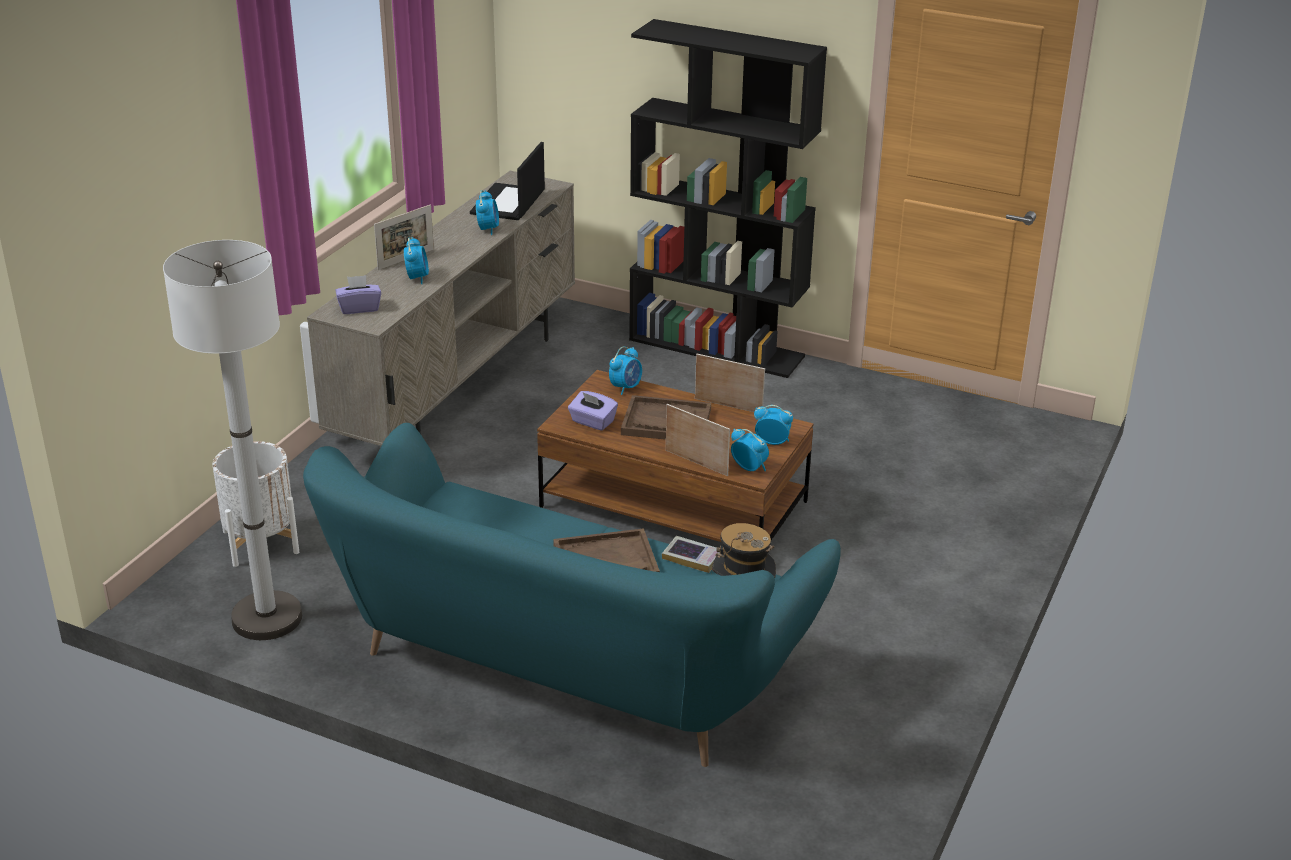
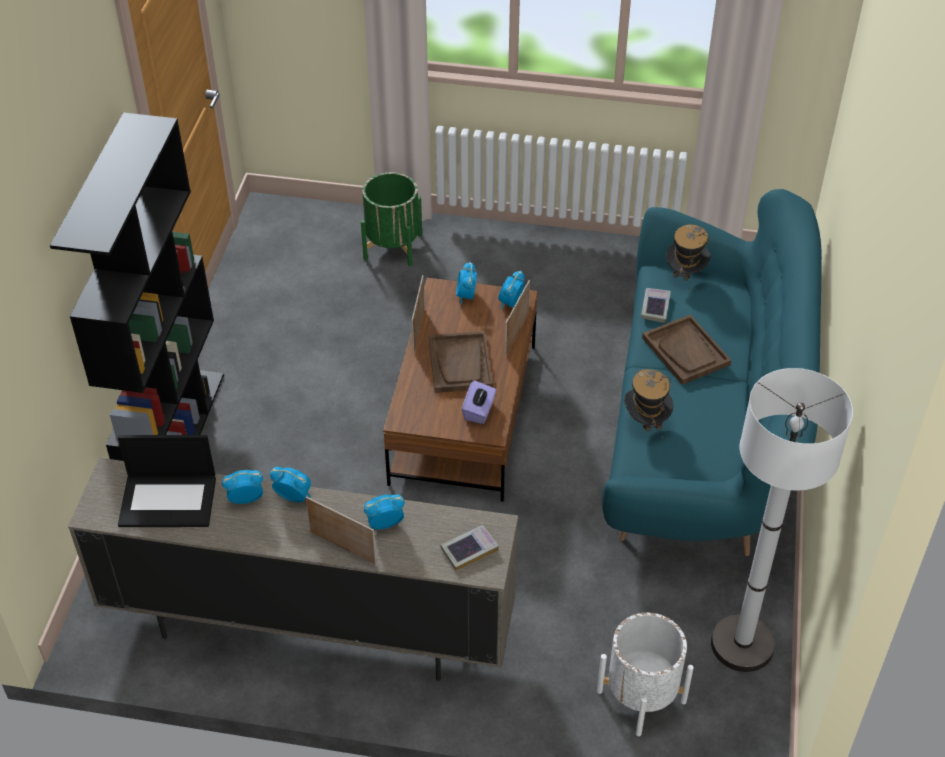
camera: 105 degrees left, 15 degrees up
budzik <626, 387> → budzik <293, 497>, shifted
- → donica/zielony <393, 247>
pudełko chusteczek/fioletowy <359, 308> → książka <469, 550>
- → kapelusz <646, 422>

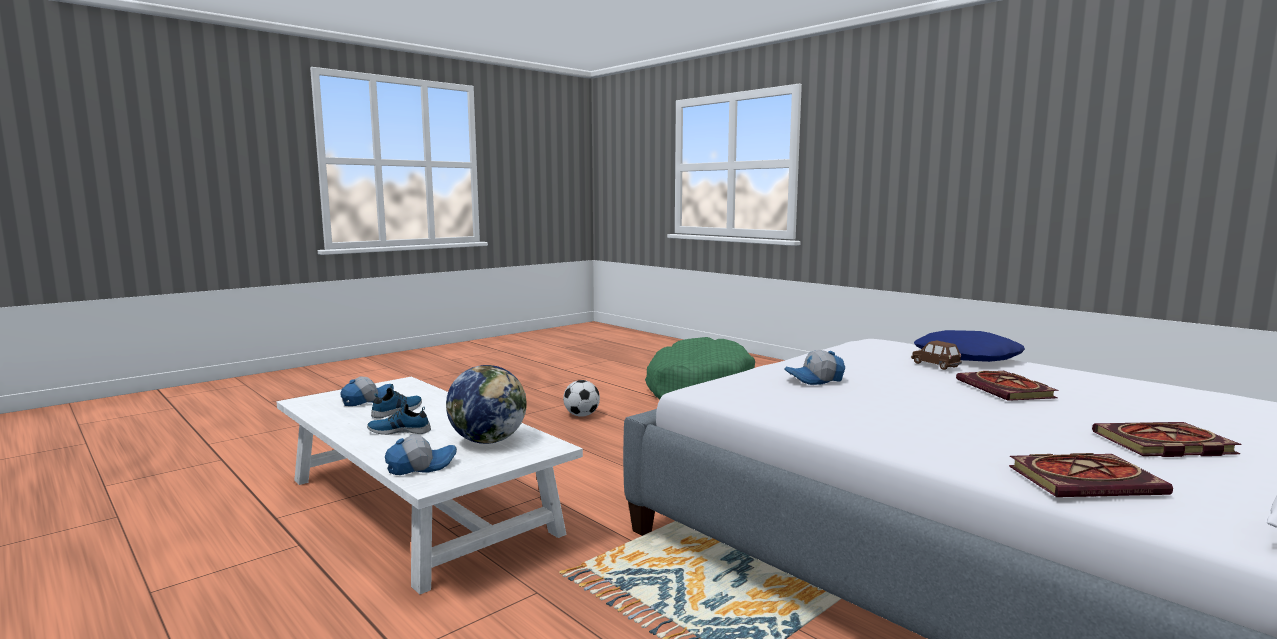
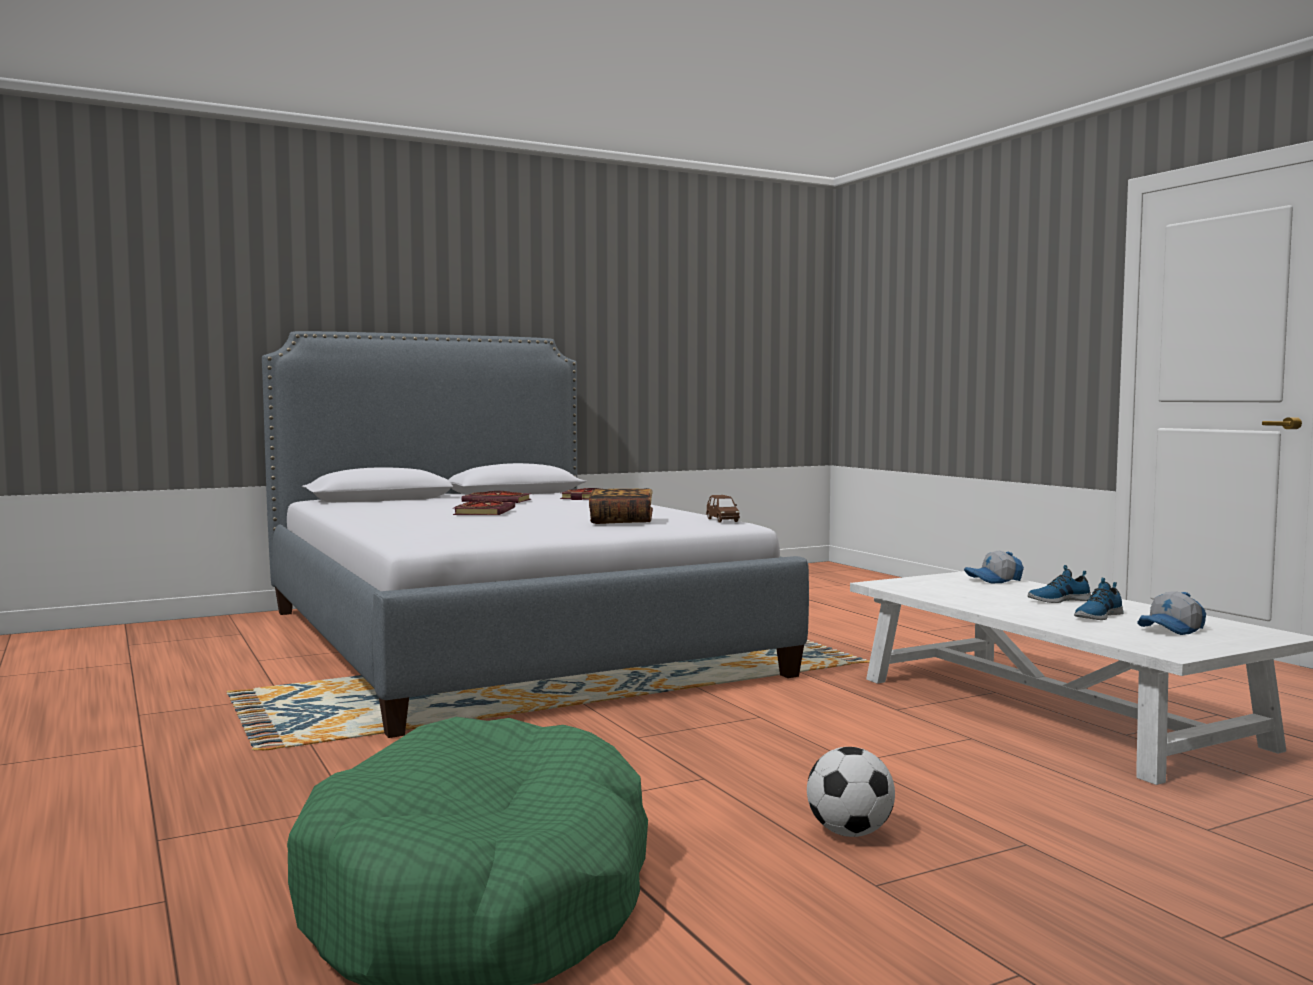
camera: 165 degrees left, 5 degrees down
czapka z daszkiem <815, 380> → książka <621, 521>
samochodzik/brązowy <935, 365> → samochodzik/brązowy <722, 520>, shifted
but <399, 431> → but <1058, 600>, 150 degrees clockwise
globus <488, 441> → -
poduszka/niebieski <966, 357> → -

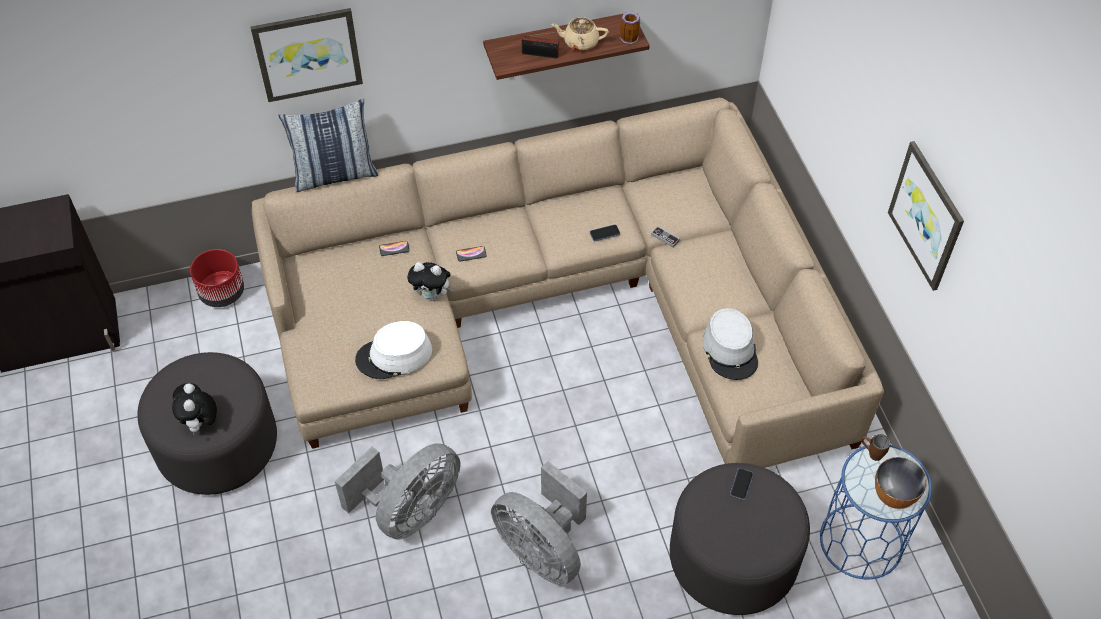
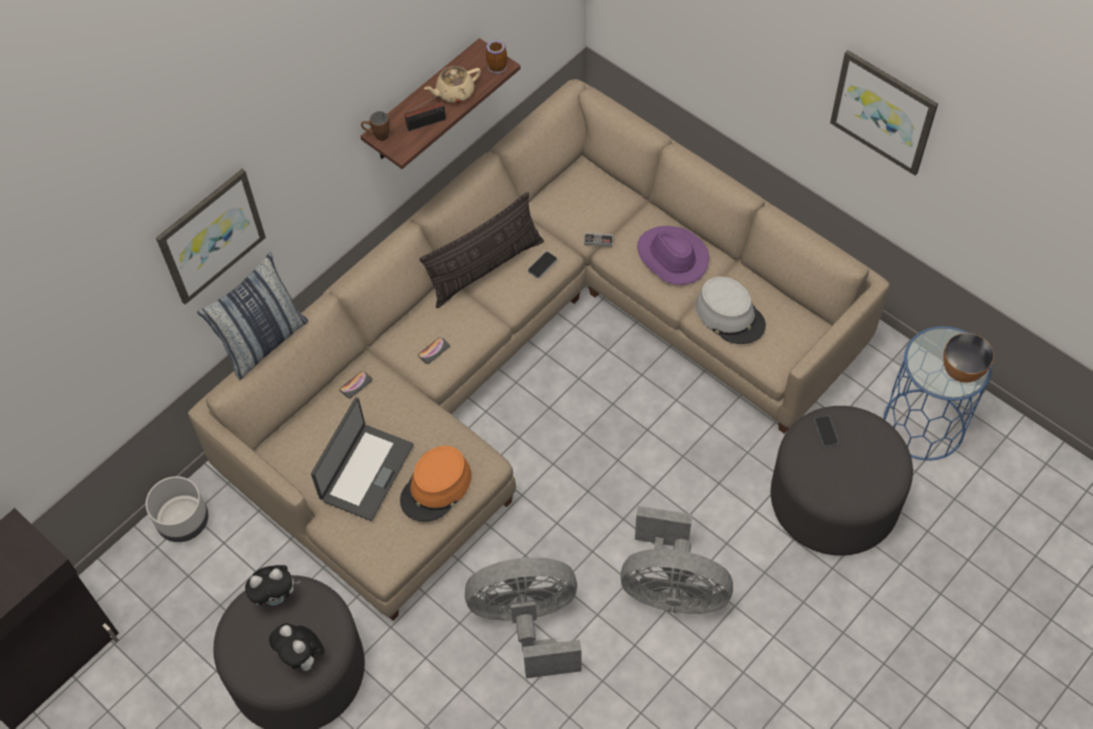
camera: 30 degrees left, 5 degrees up
donica/czerwony <222, 292> → donica/szary <183, 521>
pluszak <432, 295> → pluszak <276, 597>, shifted
- → laptop <365, 472>
kubek/brązowy <871, 453> → kubek/brązowy <377, 136>, shifted
kapelusz/biały <394, 356> → kapelusz/pomarańczowy <436, 488>
- → poduszka <485, 268>
wentylator/szary <410, 511> → wentylator/szary <528, 624>, 105 degrees counterclockwise
- → kapelusz/fioletowy <671, 257>

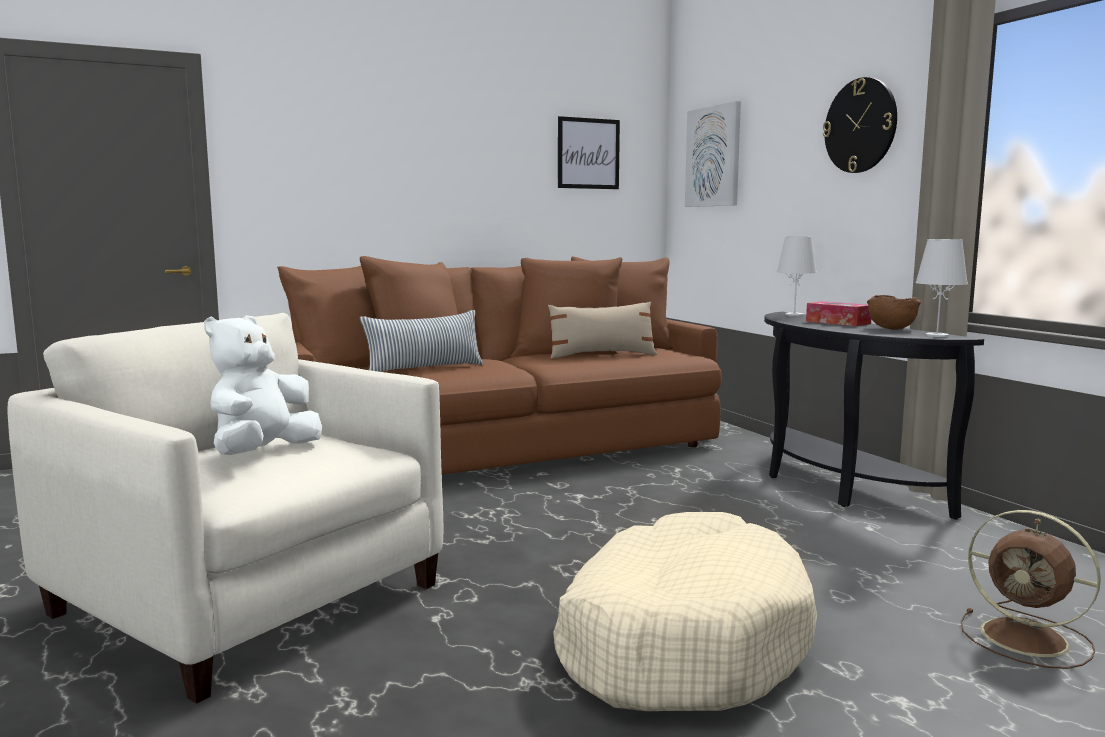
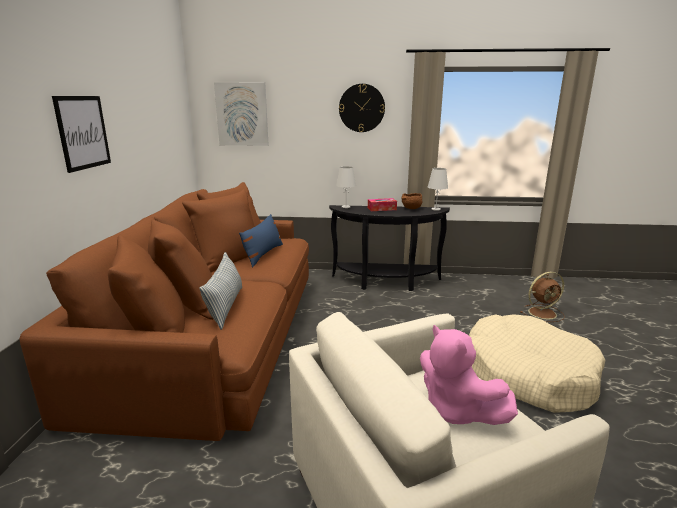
camera: 60 degrees left, 10 degrees up
obraz <588, 153> → obraz <83, 132>, shifted
poduszka/beżowy <601, 355> → poduszka/niebieski <263, 254>
pluszak/biały <263, 454> → pluszak/różowy <456, 411>

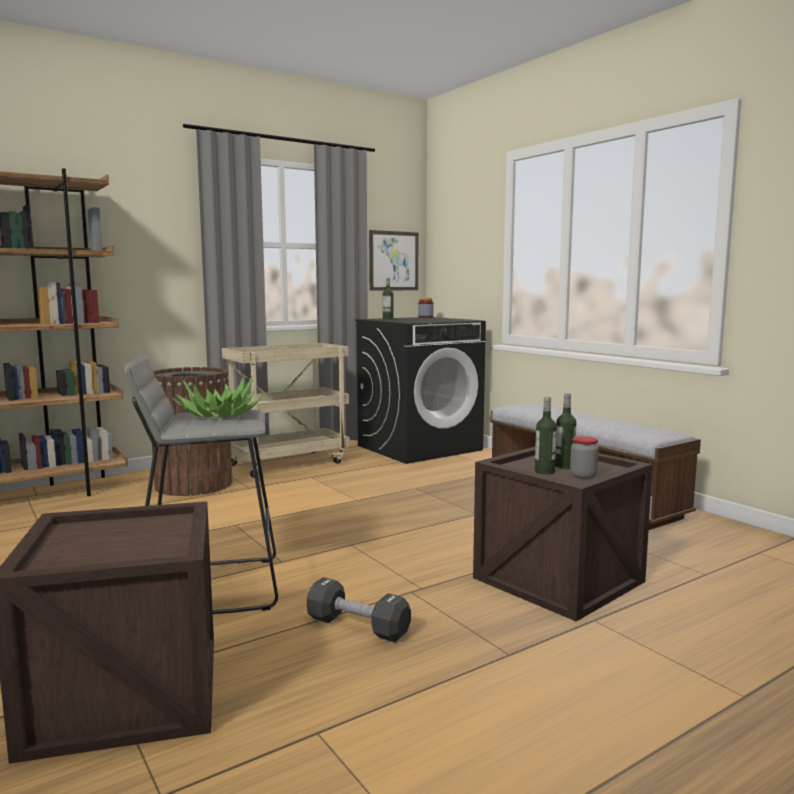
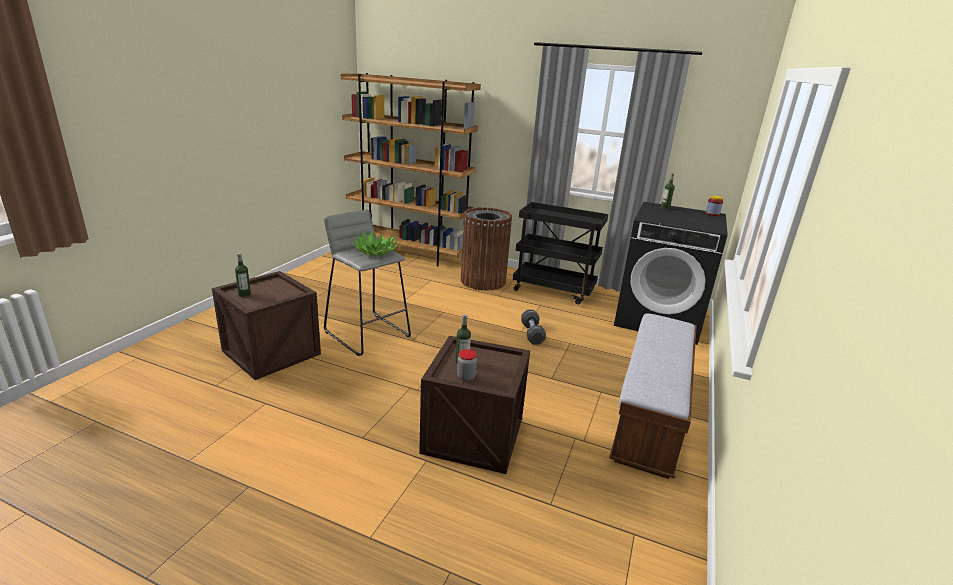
camera: 55 degrees right, 15 degrees up
butelka <564, 466> → butelka <244, 294>, shifted
wózek/beżowy <289, 463> → wózek/czarny <554, 290>
hantel/czarny <358, 627> → hantel/czarny <532, 334>, shifted
obraz <393, 261> → -

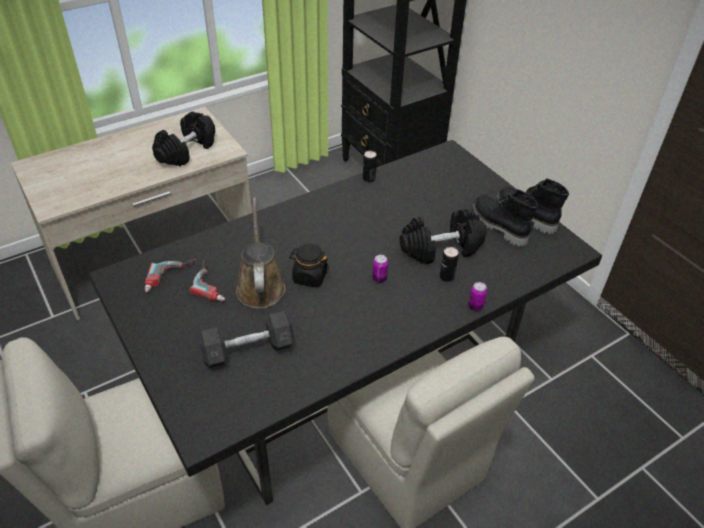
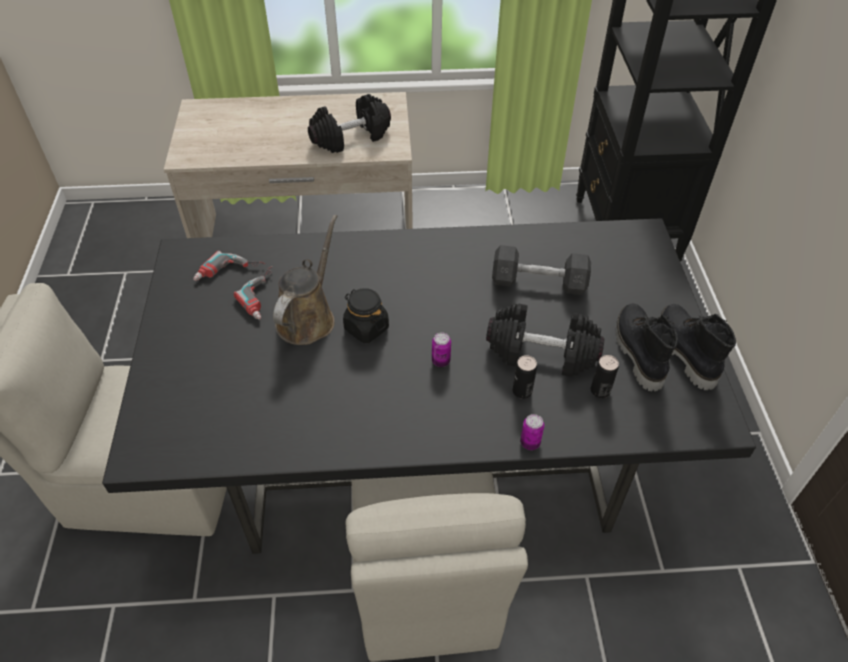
camera: 30 degrees right, 5 degrees up
hantel/szary <248, 350> → hantel/szary <538, 282>, shifted
puszka <369, 178> → puszka <600, 391>, shifted

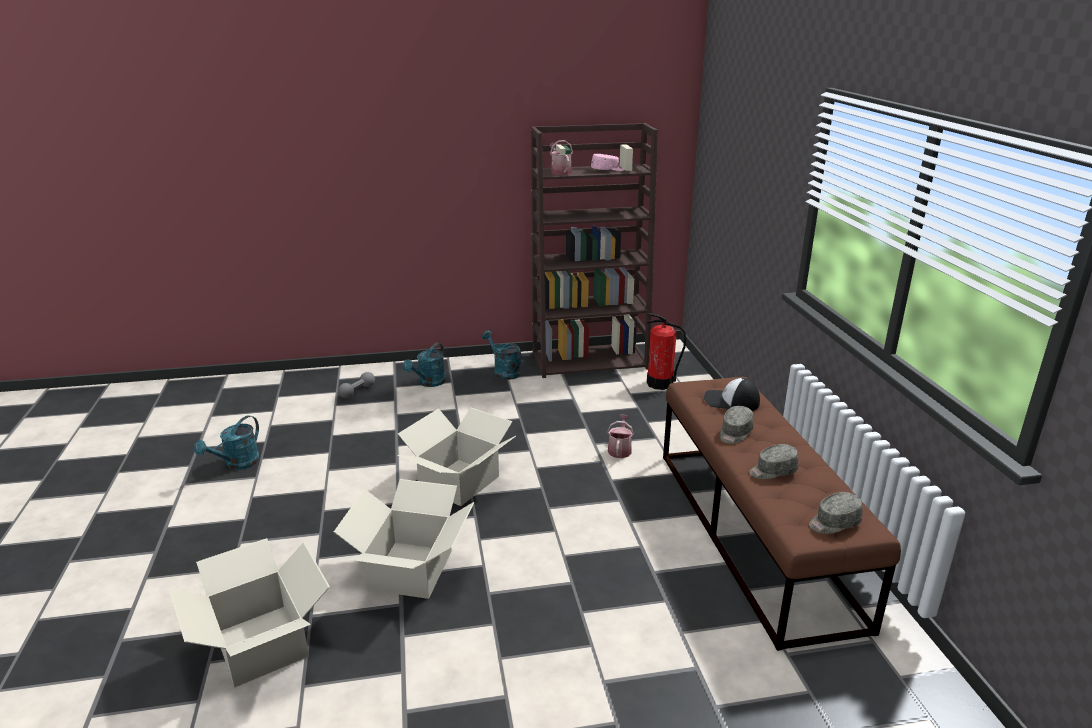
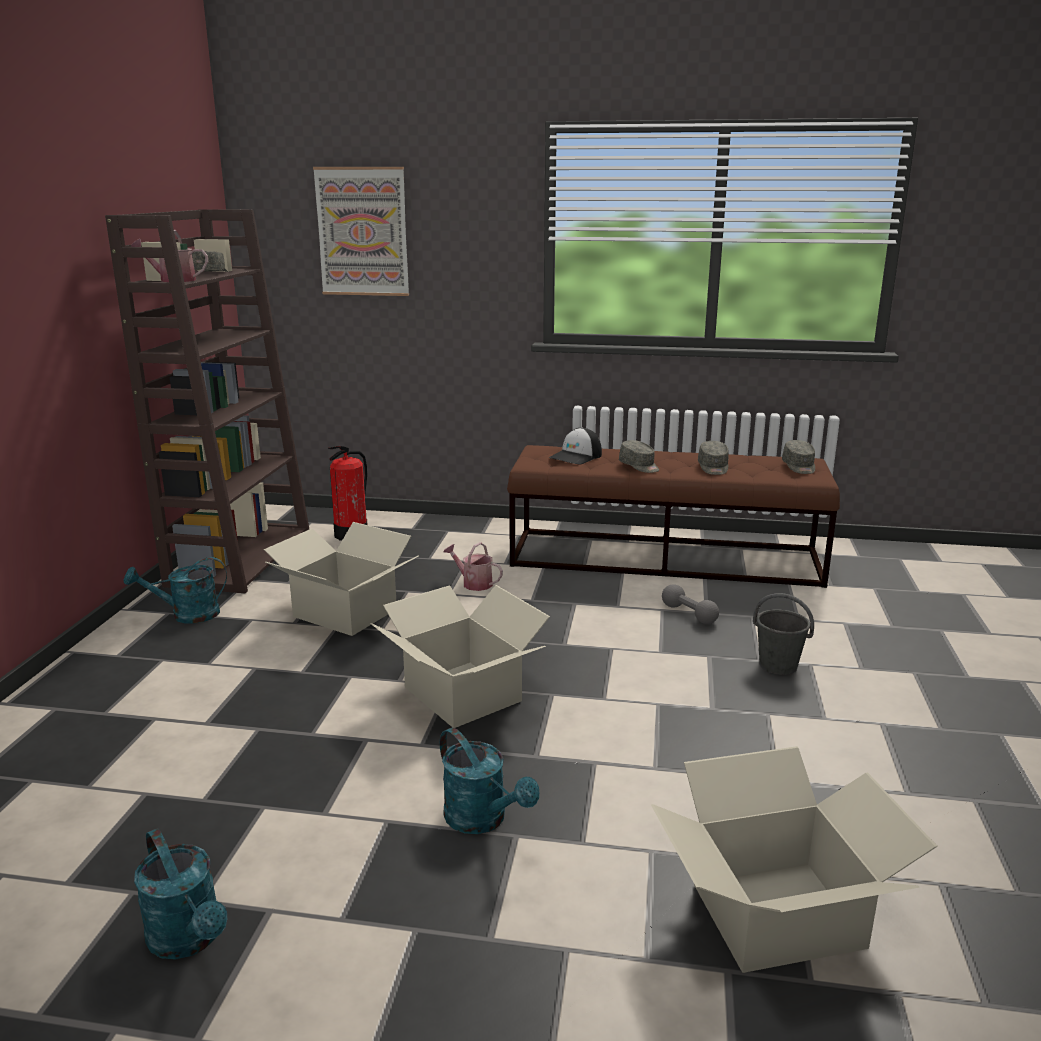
camera: 70 degrees left, 5 degrees down
czapka z daszkiem/różowy <607, 170> → czapka z daszkiem/szary <211, 273>
karton <411, 569> → karton <345, 612>, shifted
- → obraz <362, 232>
konewka/turkusowy <429, 383> → konewka/turkusowy <483, 820>, shifted
hantel/szary <357, 391> → hantel/szary <689, 614>, shifted
- → wiadro/szary <778, 665>

